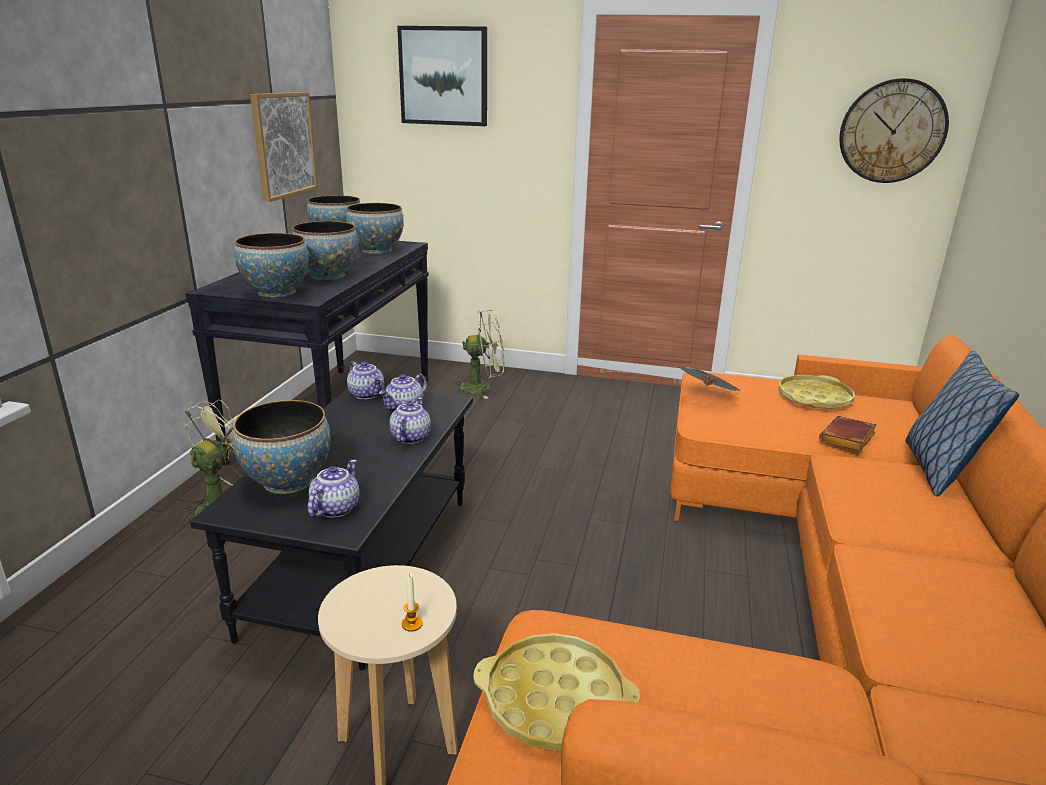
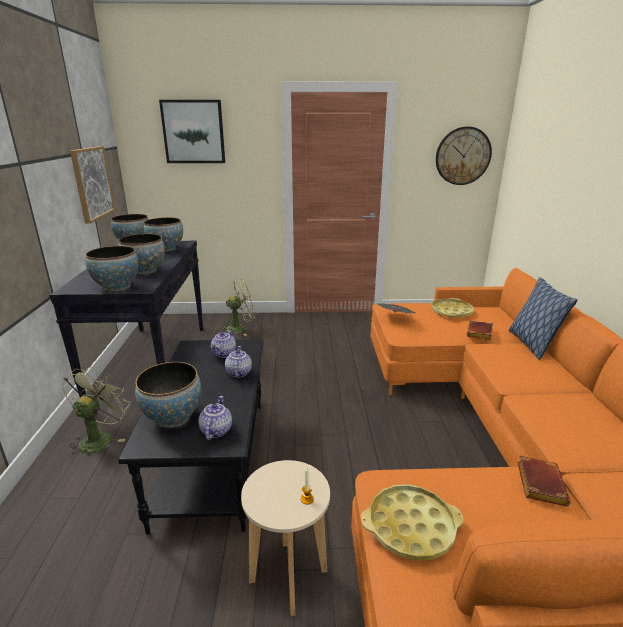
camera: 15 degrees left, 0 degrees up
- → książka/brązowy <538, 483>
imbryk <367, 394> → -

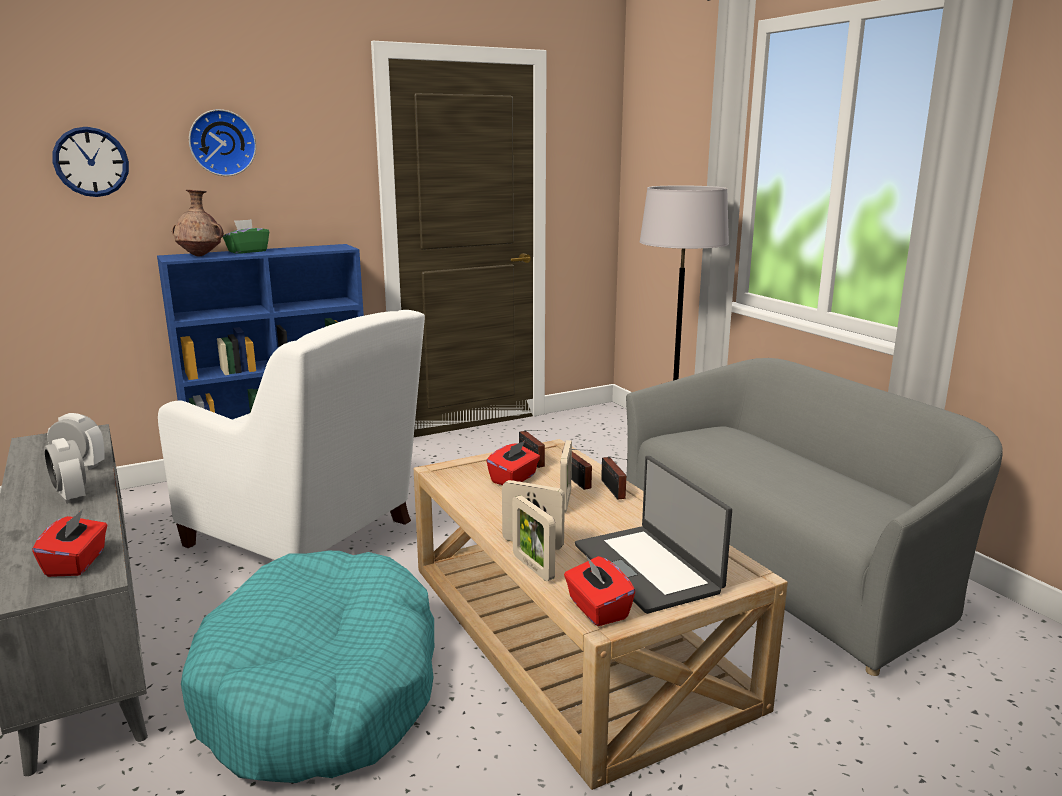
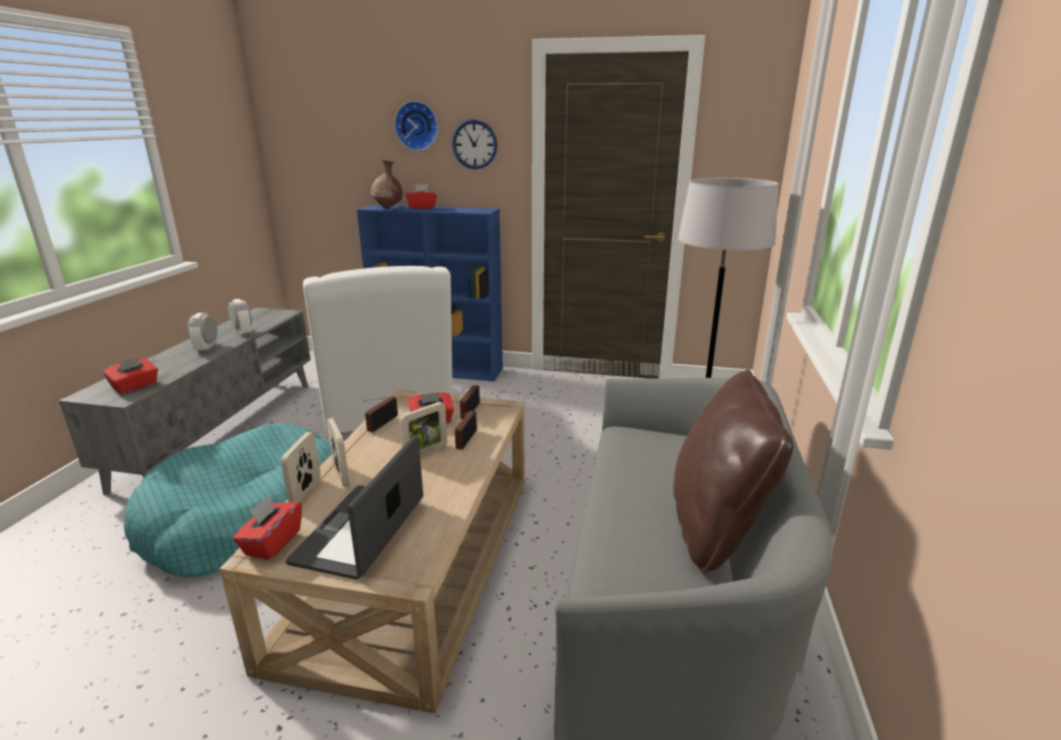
camera: 40 degrees right, 5 degrees up
radio <613, 490> → radio <381, 424>, shifted
pudełko chusteczek/zielony <247, 251> → pudełko chusteczek/czerwony <422, 207>
zegar ścienny <91, 162> → zegar ścienny <474, 144>, shifted
- → poduszka/brązowy <716, 527>

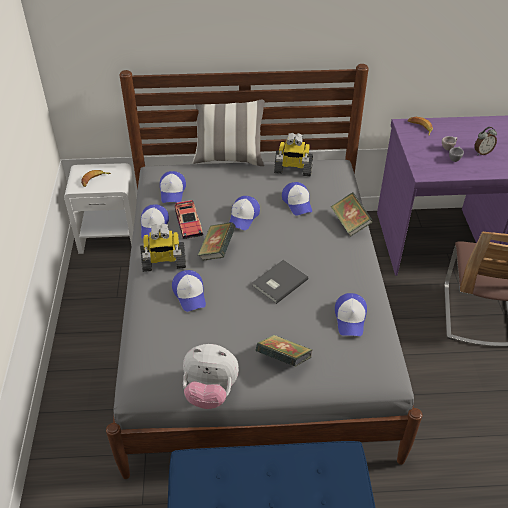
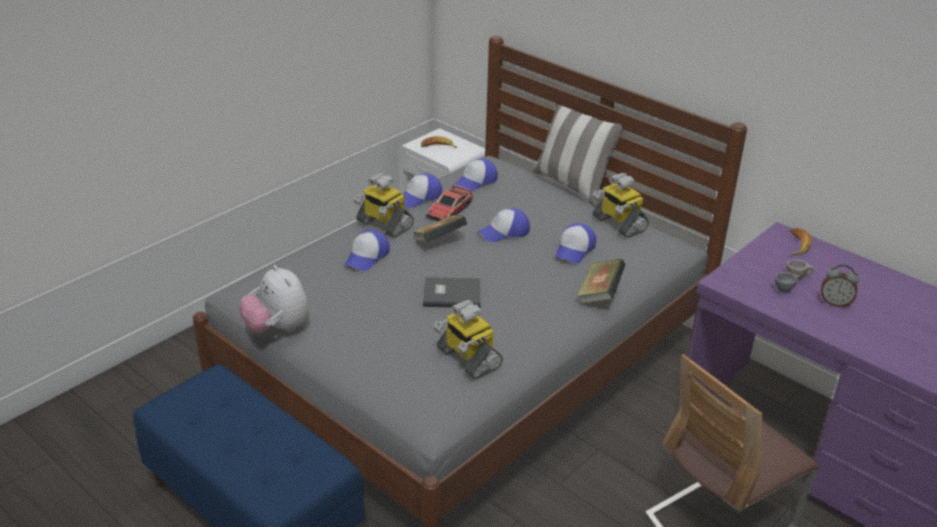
camera: 45 degrees right, 10 degrees down
czapka z daszkiem <350, 318> → robot zabawkowy <467, 358>
książka <283, 360> → -

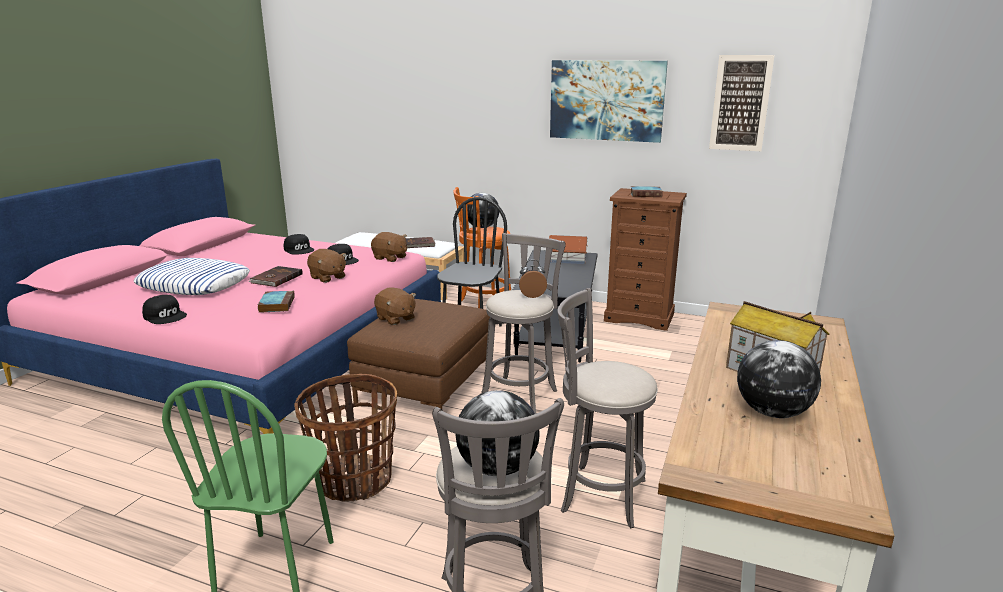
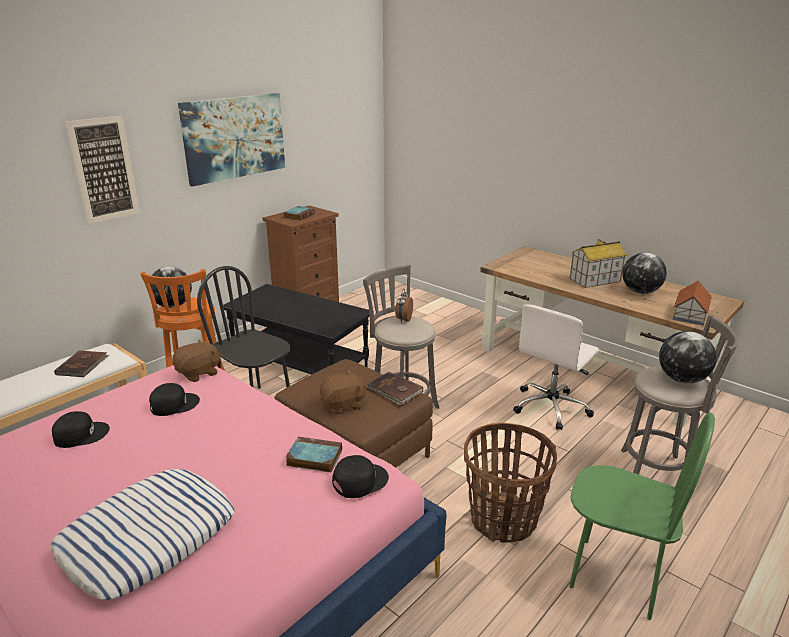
camera: 70 degrees left, 5 degrees up
obraz <740, 103> → obraz <104, 170>, shifted
czapka z daszkiem/czarny <165, 316> → czapka z daszkiem/czarny <359, 480>, shifted
książka/brązowy <276, 278> → książka/brązowy <394, 391>, shifted
stołek/szary <598, 494> → krzesło biurowe/biały <551, 407>
domek <566, 259> → domek <689, 314>, shifted
pluszak/brązowy <327, 277> → -

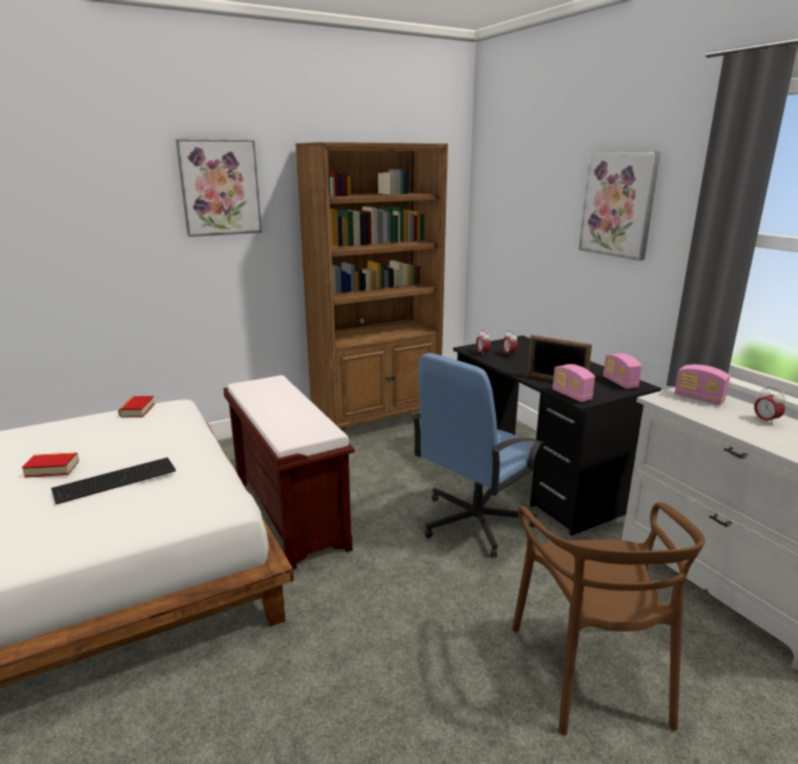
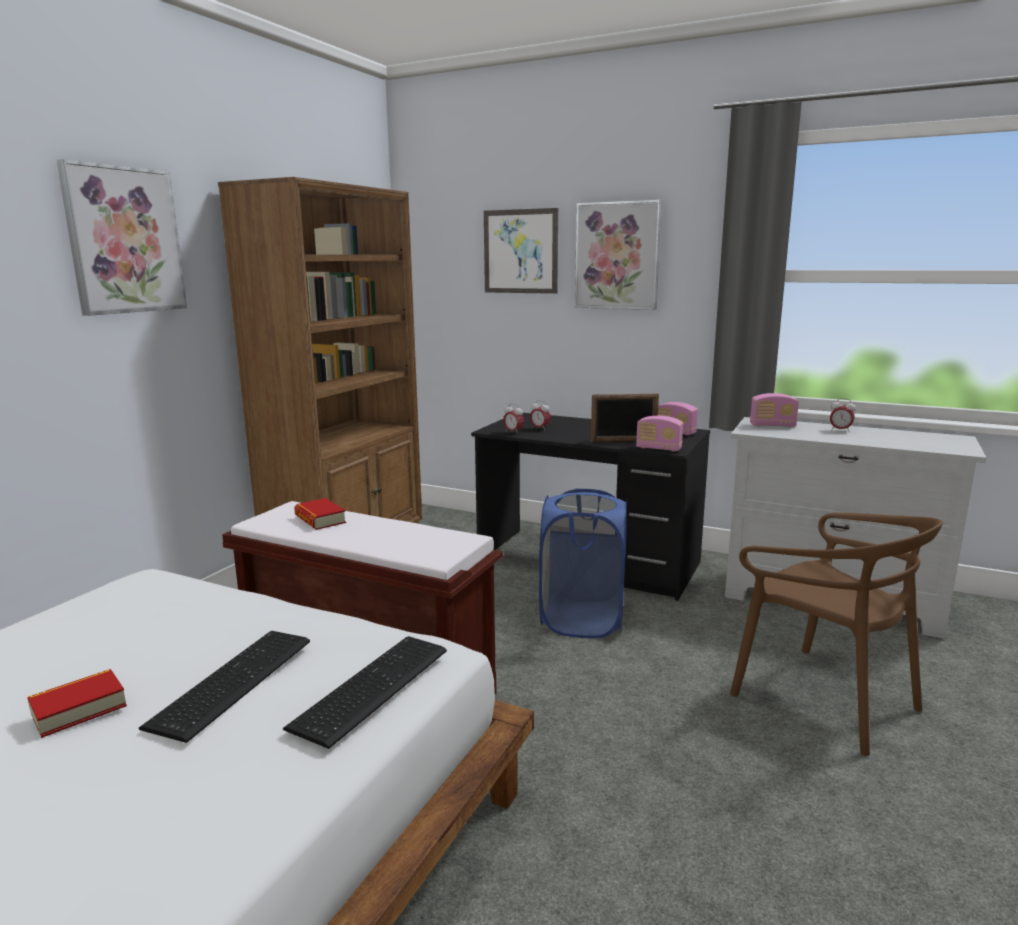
camera: 35 degrees left, 5 degrees down
- → klawiatura <368, 687>
książka <137, 410> → książka <320, 519>, shifted
- → obraz <520, 251>
krzesło biurowe/niebieski <474, 522> → kosz na pranie/niebieski <582, 620>

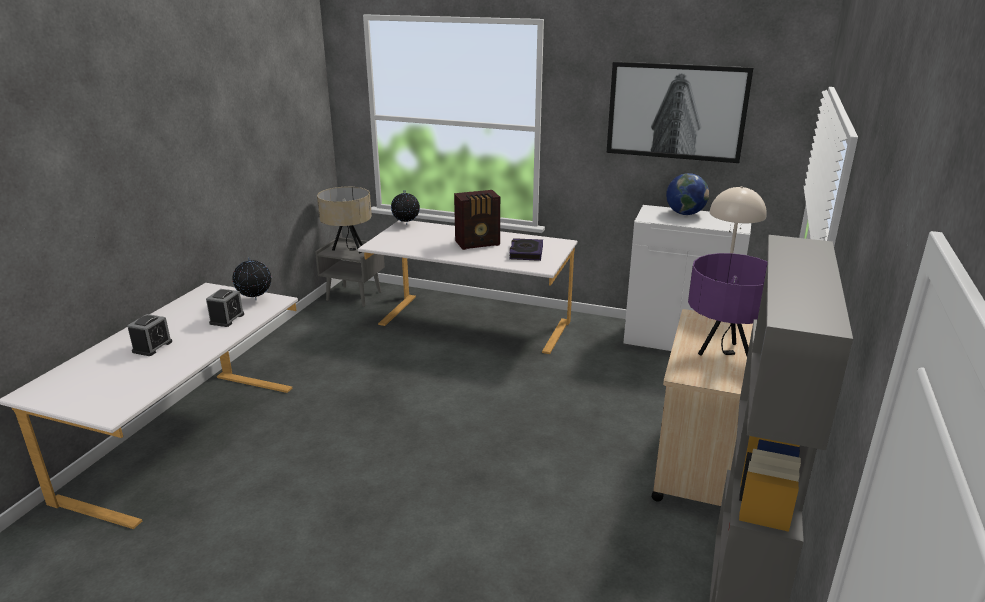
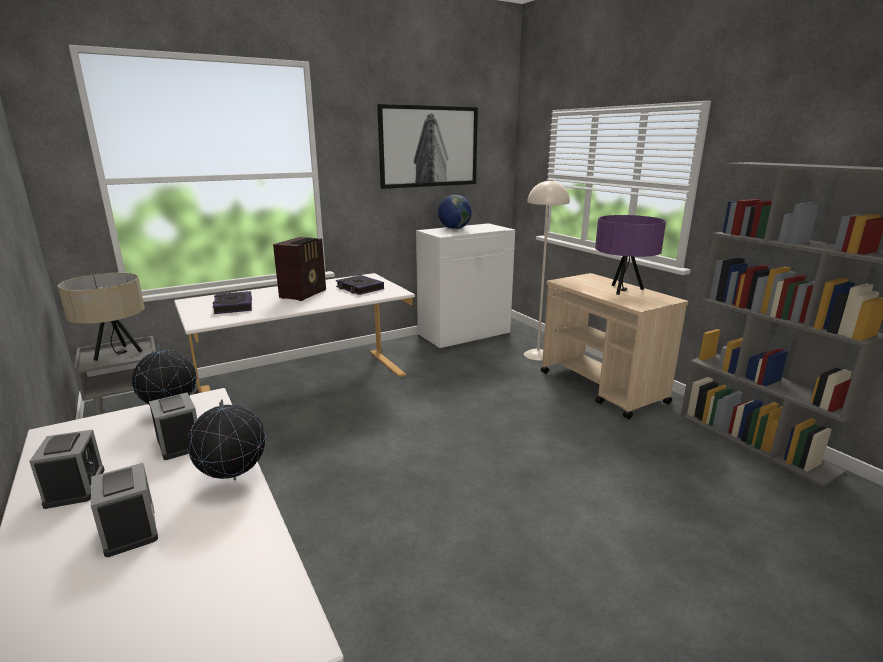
camera: 50 degrees left, 5 degrees down
- → budzik <75, 487>
globus <406, 225> → globus <233, 480>, shifted
- → książka <233, 306>

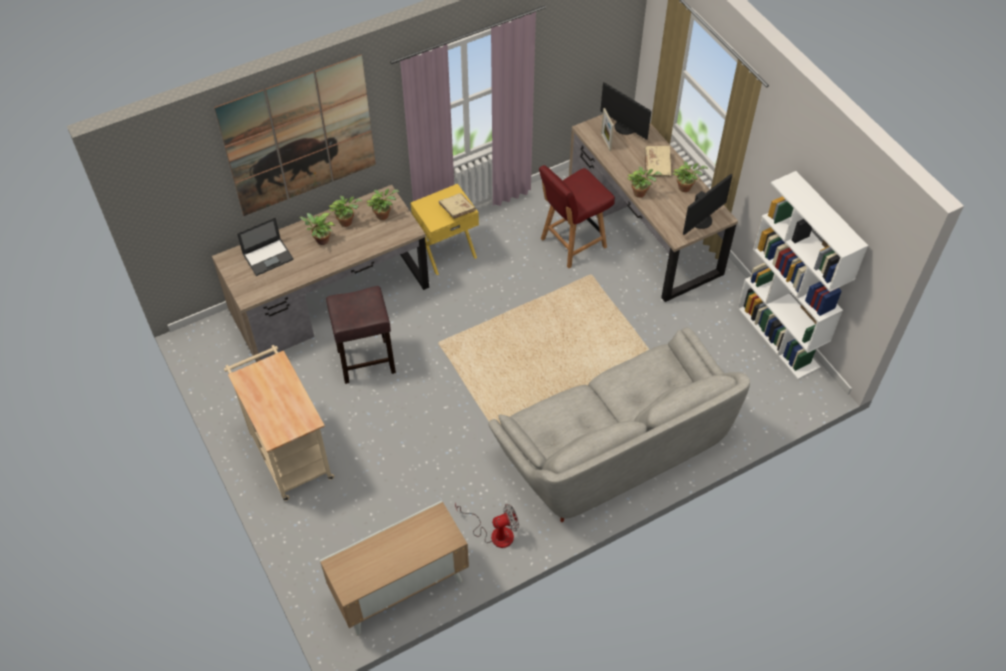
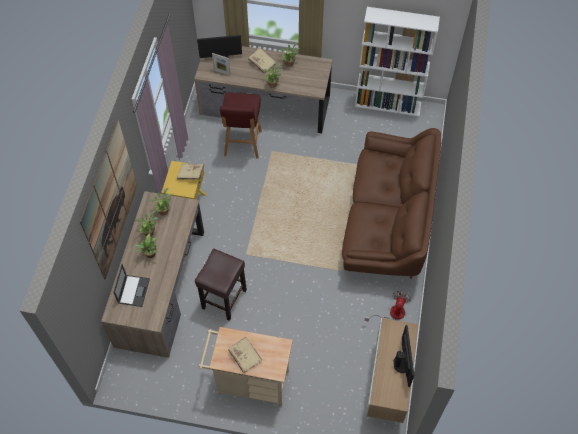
camera: 50 degrees left, 5 degrees up
krzesło/czerwony <572, 243> → stołek/czerwony <242, 144>
- → książka/beżowy <245, 356>
kanapa/szary <613, 445> → kanapa/brązowy <387, 222>
monitor <701, 220> → monitor <403, 364>, shifted

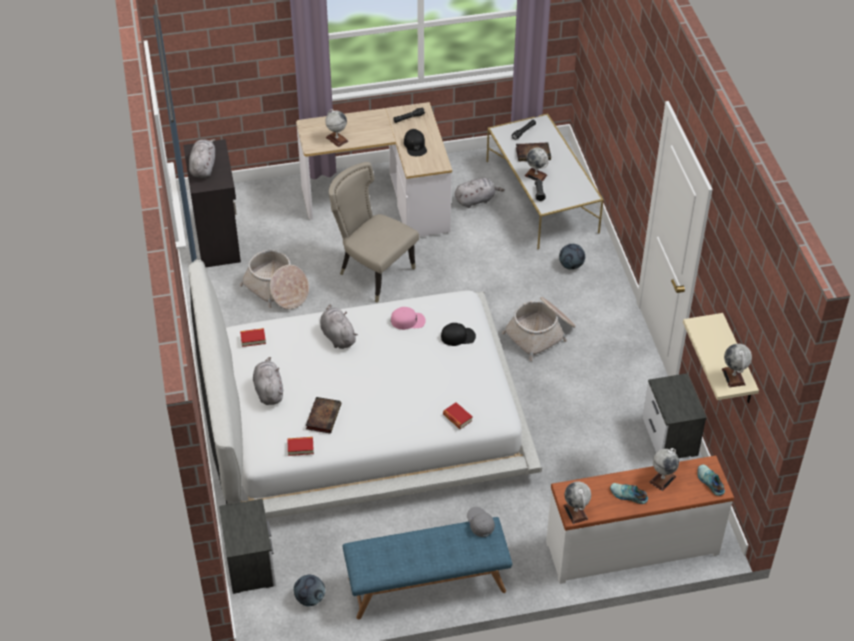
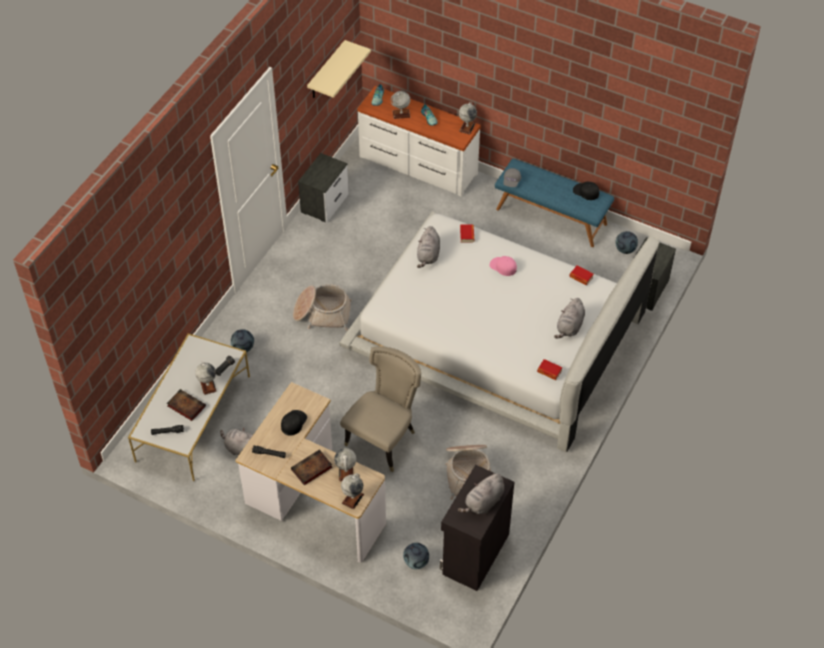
camera: 140 degrees left, 5 degrees up
książka <323, 416> → książka <311, 469>, shifted
krzesło/beżowy <373, 272> → krzesło/beżowy <384, 439>, 135 degrees counterclockwise
globus <733, 377> → globus <353, 498>, shifted
- → piłka futbolowa <416, 562>
pluszak/szary <337, 336> → pluszak/szary <428, 255>, shifted
czapka z daszkiem/różowy <408, 320> → czapka z daszkiem/różowy <503, 266>, shifted
czapka z daszkiem/czarny <458, 336> → czapka z daszkiem/czarny <586, 192>, shifted

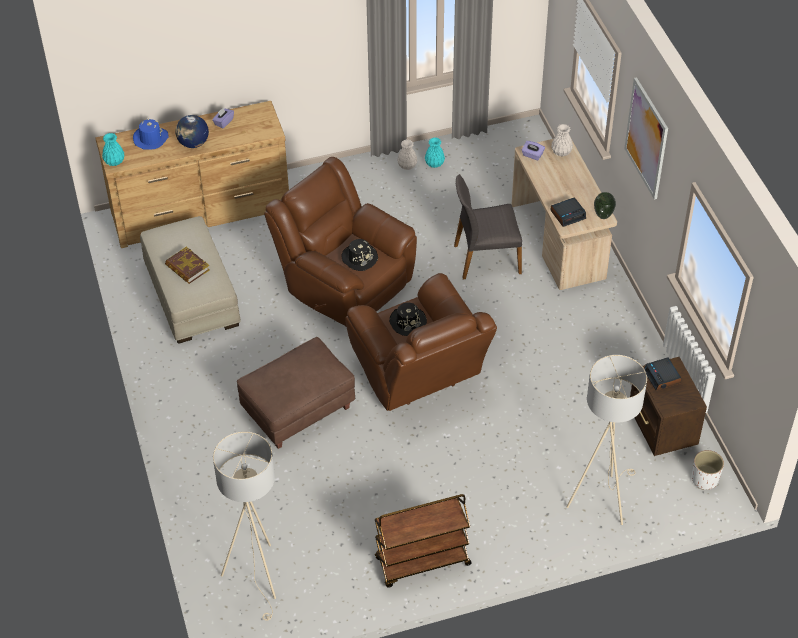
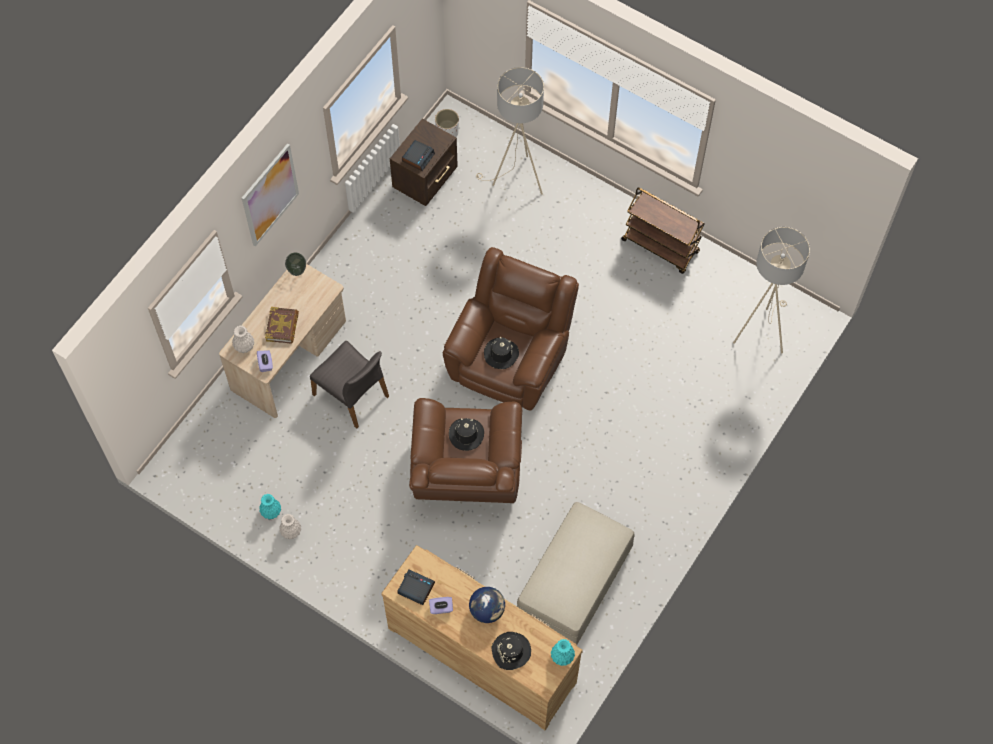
camera: 130 degrees left, 15 degrees up
książka <187, 268> → książka <282, 327>, shifted
budzik <568, 214> → budzik <415, 588>, shifted
kapelusz/niebieski <150, 138> → kapelusz/czarny <511, 651>
pufa/brązowy <298, 410> → -

